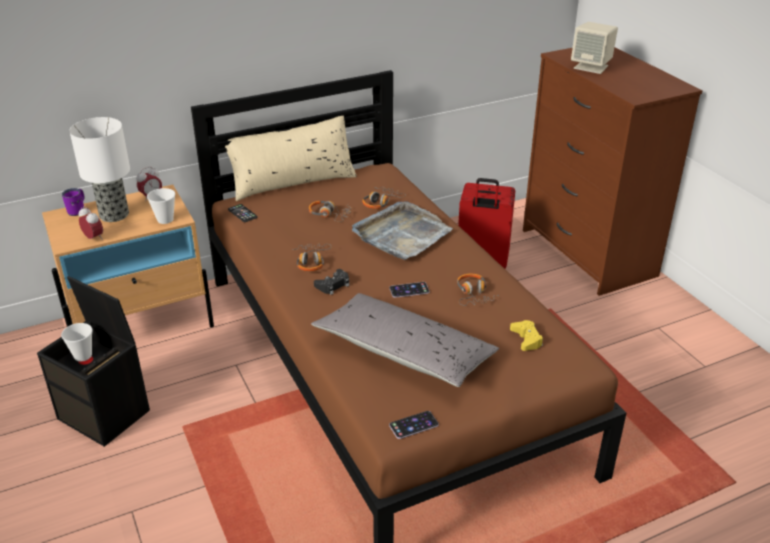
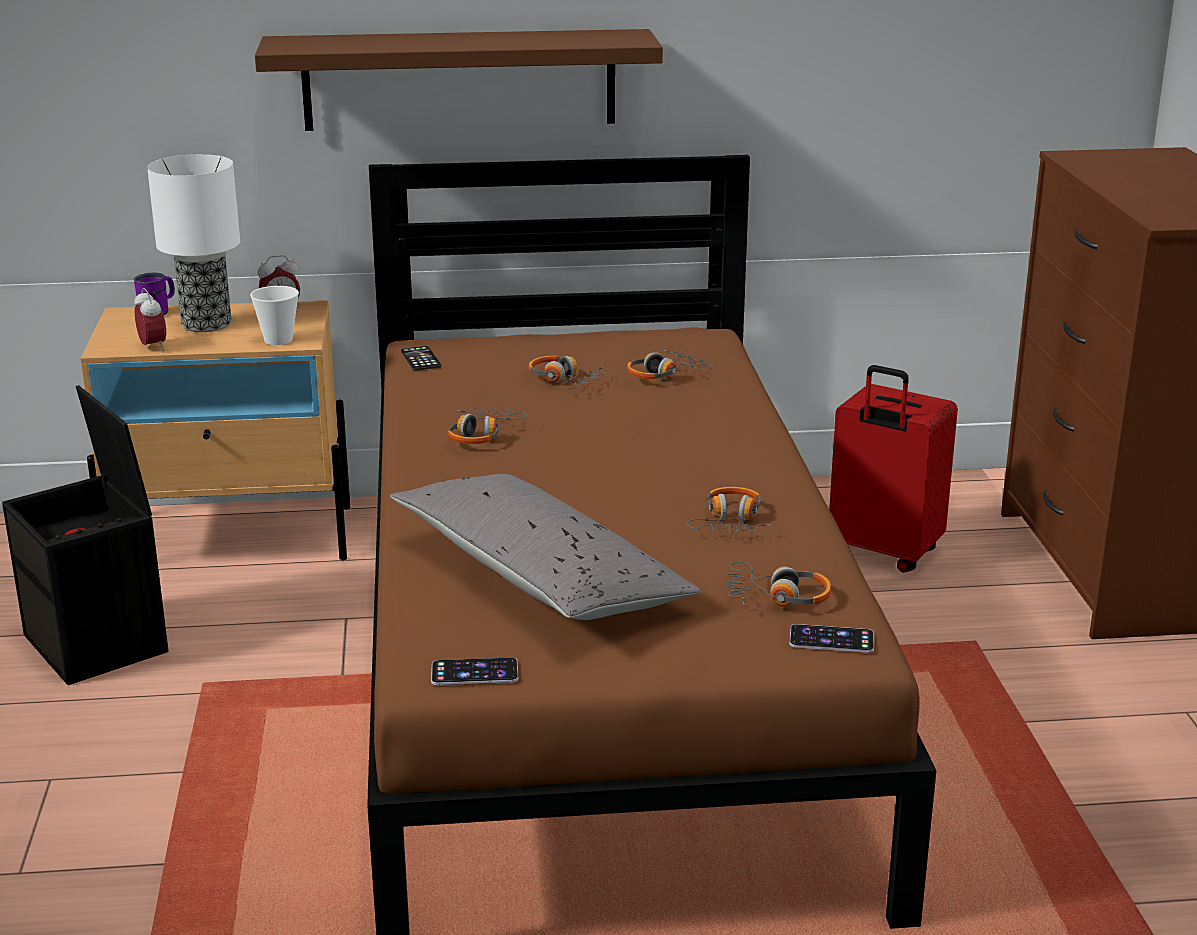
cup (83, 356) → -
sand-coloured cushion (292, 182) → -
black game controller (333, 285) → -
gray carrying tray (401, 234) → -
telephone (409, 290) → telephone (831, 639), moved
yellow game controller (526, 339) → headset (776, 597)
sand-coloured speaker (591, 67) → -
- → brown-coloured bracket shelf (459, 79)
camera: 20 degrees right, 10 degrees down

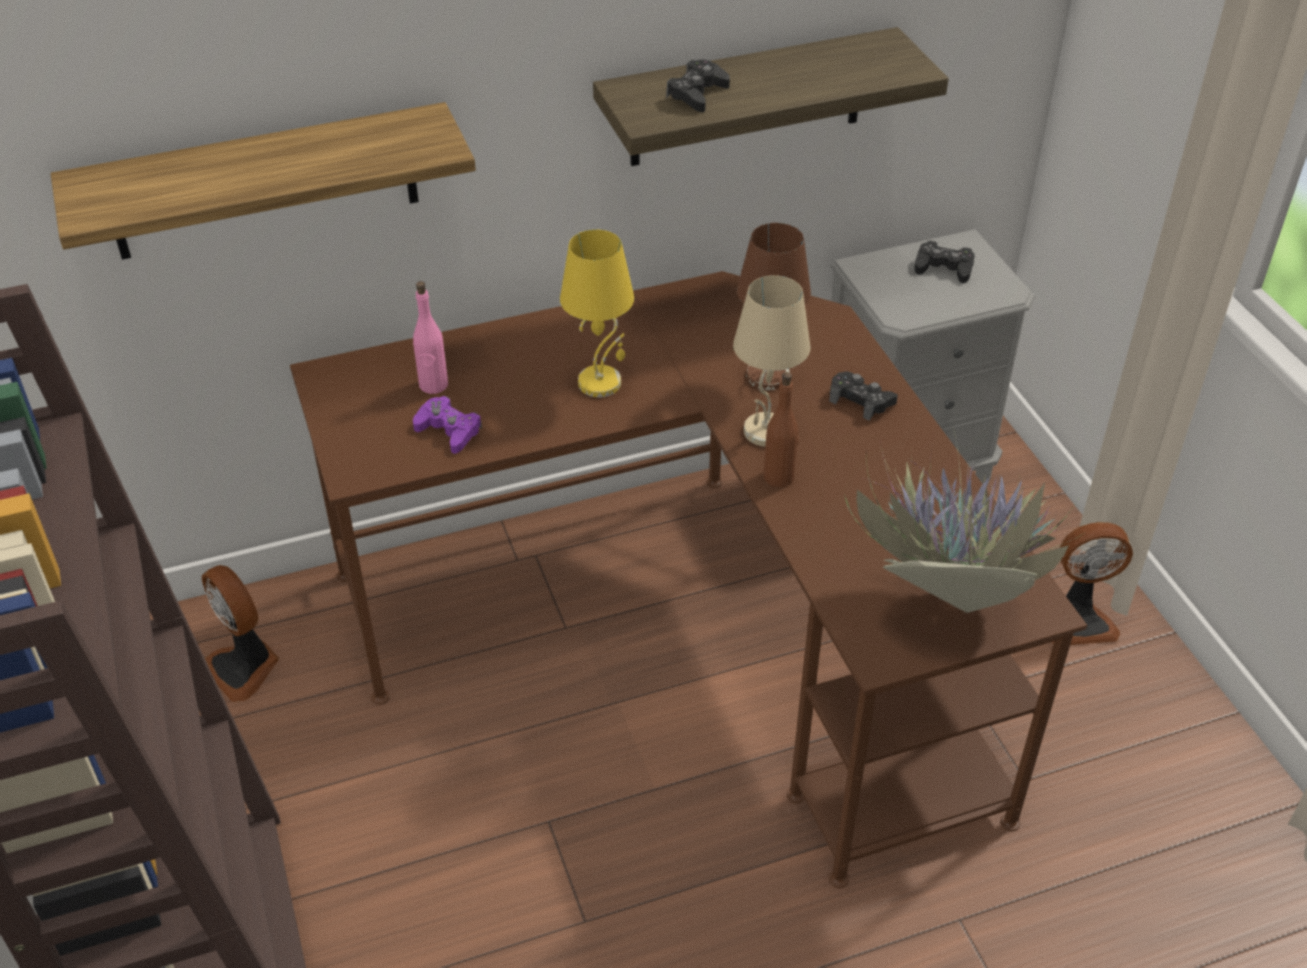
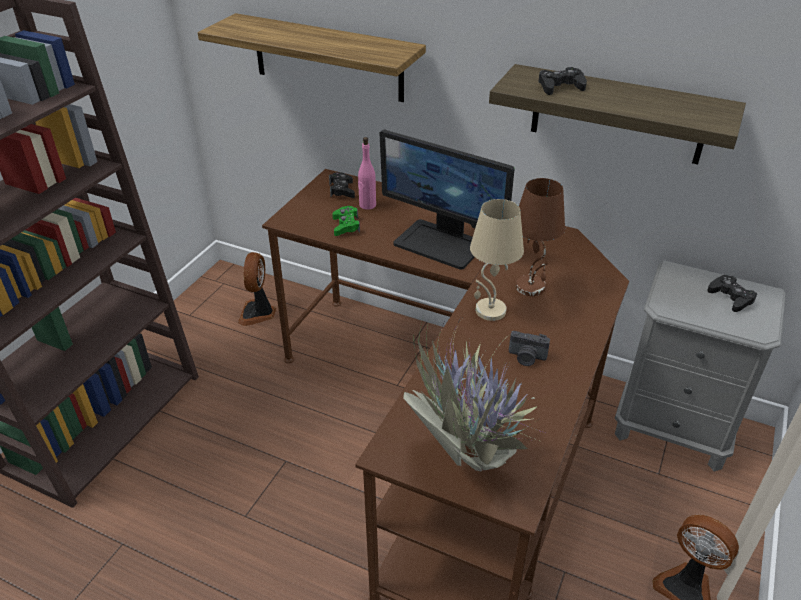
purple game controller (449, 430) → green-coloured game controller (346, 226)
yellow tabletop lamp (600, 382) → computer screen (441, 243)
brown-coloured beverage bottle (779, 477) → -
black game controller (861, 401) → black game controller (341, 190), moved
- → still camera (526, 358)
camera: 45 degrees right, 5 degrees down

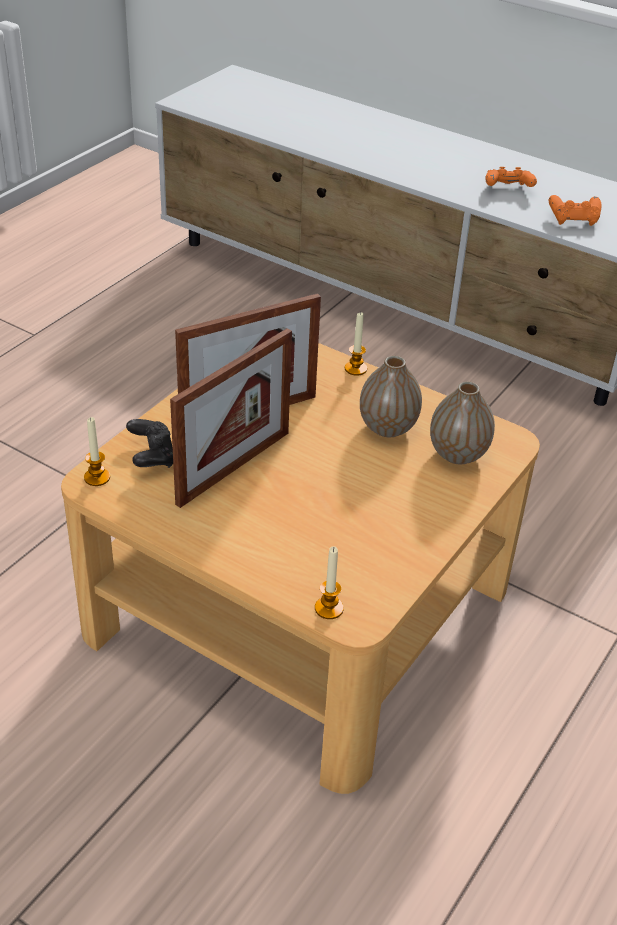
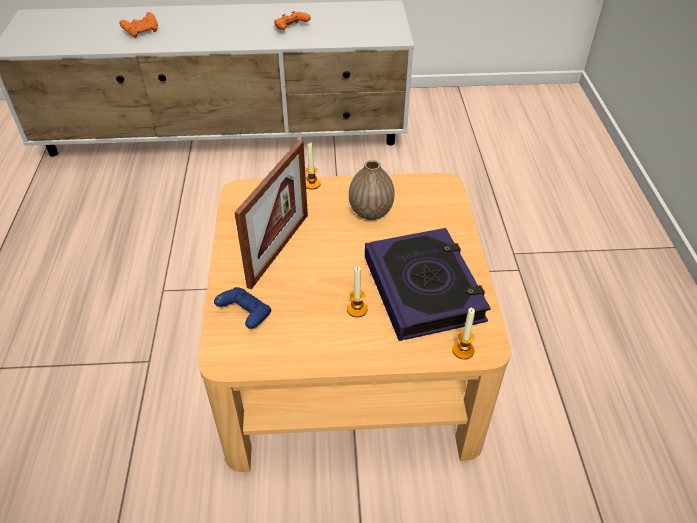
candle (97, 477) → candle (357, 309), moved
black game controller (152, 456) → blue game controller (245, 315)
photo frame (234, 467) → -
vase (458, 454) → -
orange-coloured game controller (573, 220) → orange-coloured game controller (142, 32), moved
- → volume (423, 288)
camera: 35 degrees left, 5 degrees up

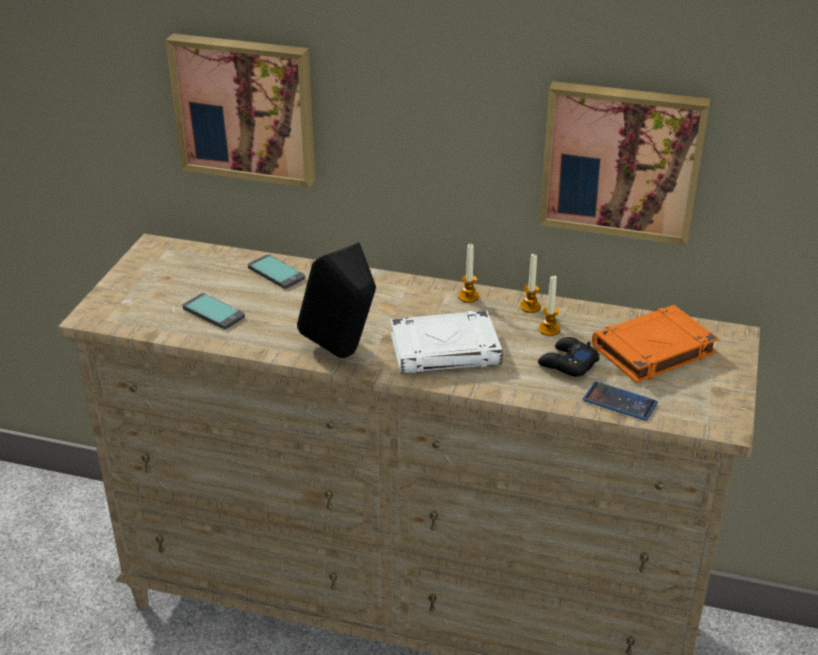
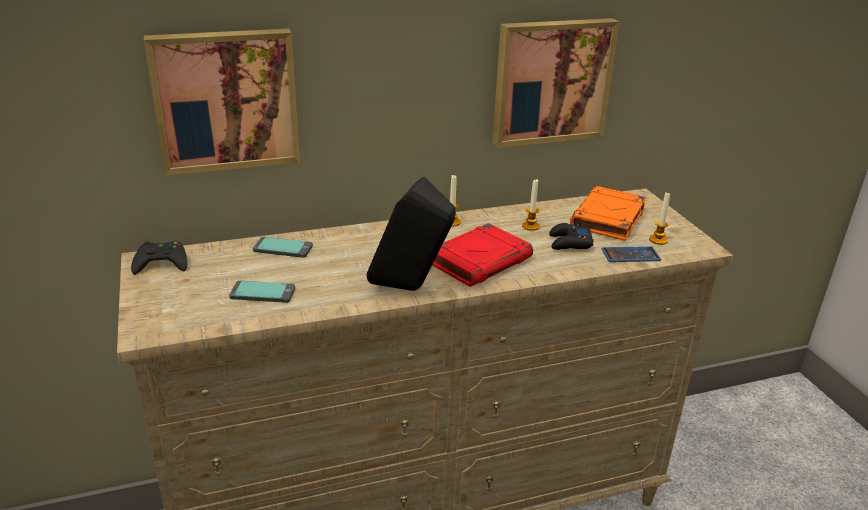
white volume (446, 349) → reddish volume (480, 260)
candle (530, 307) → candle (658, 240), moved
- → black game controller (161, 263)
camera: 35 degrees left, 5 degrees down

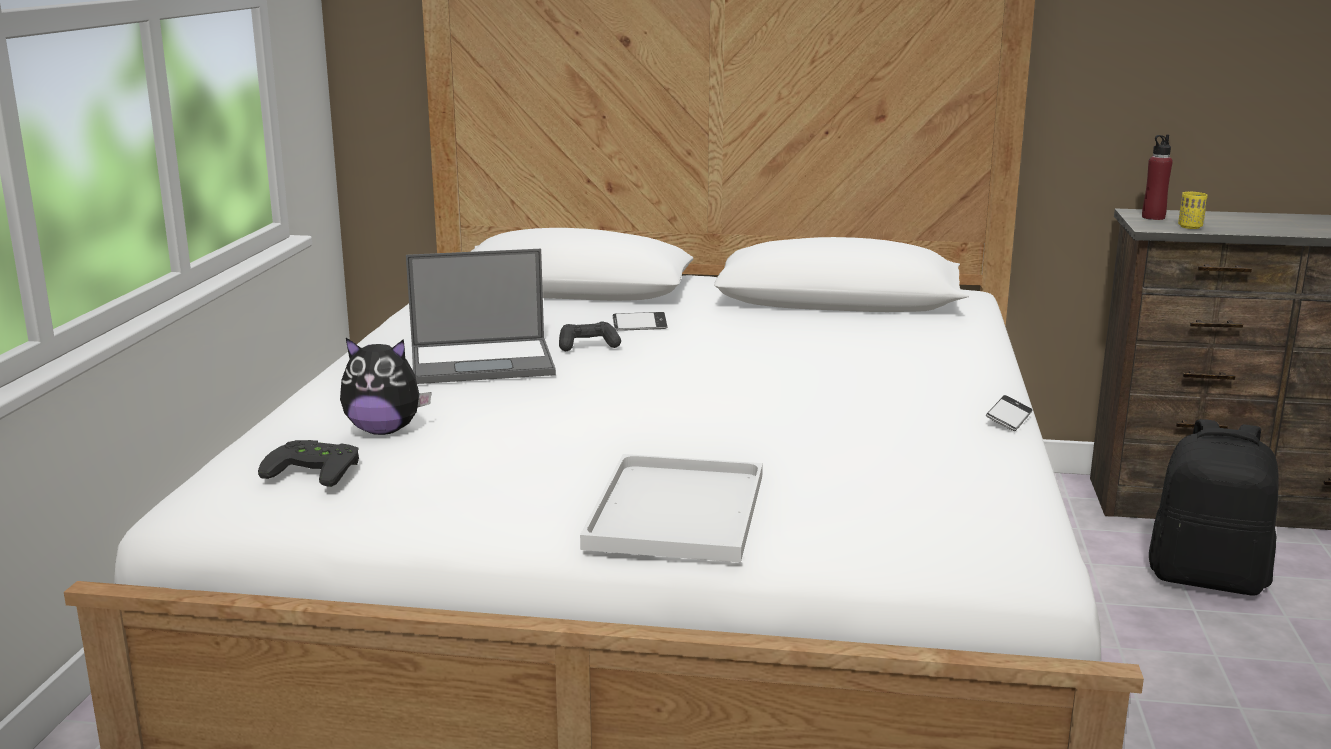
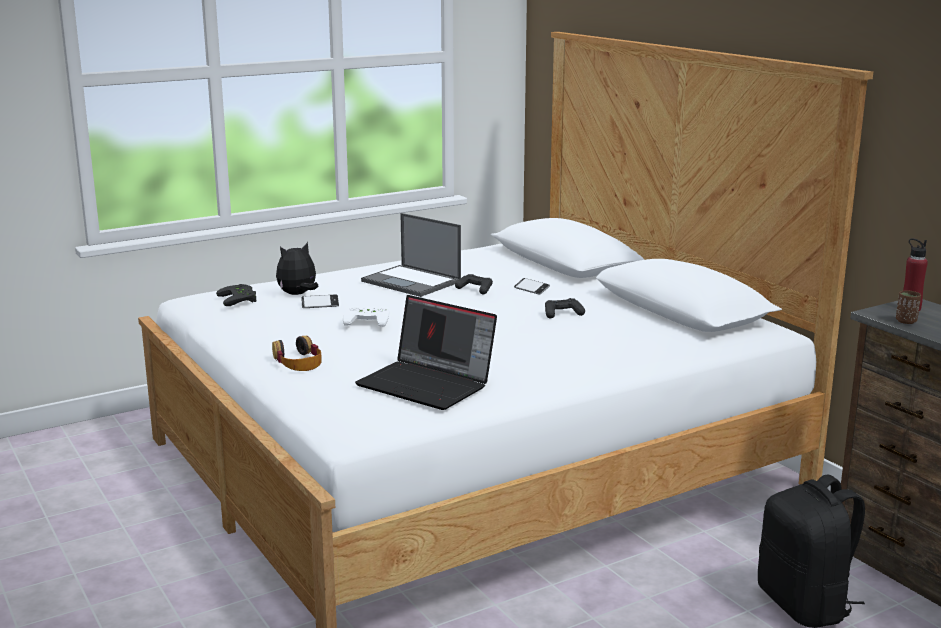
cuddly toy (384, 430) → cuddly toy (298, 294), 90 degrees clockwise
white carrying tray (678, 513) → headset (298, 362)
telephone (1008, 419) → telephone (320, 304), moved
yellow cup (1190, 227) → brown-coloured cup (906, 321)
- → white game controller (368, 320)
- → portable computer (428, 384)
- → black game controller (562, 314)
camera: 50 degrees right, 0 degrees up

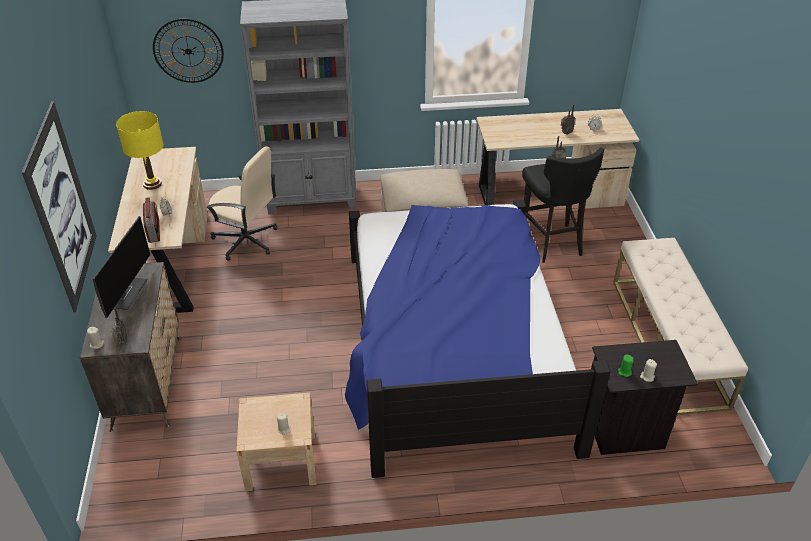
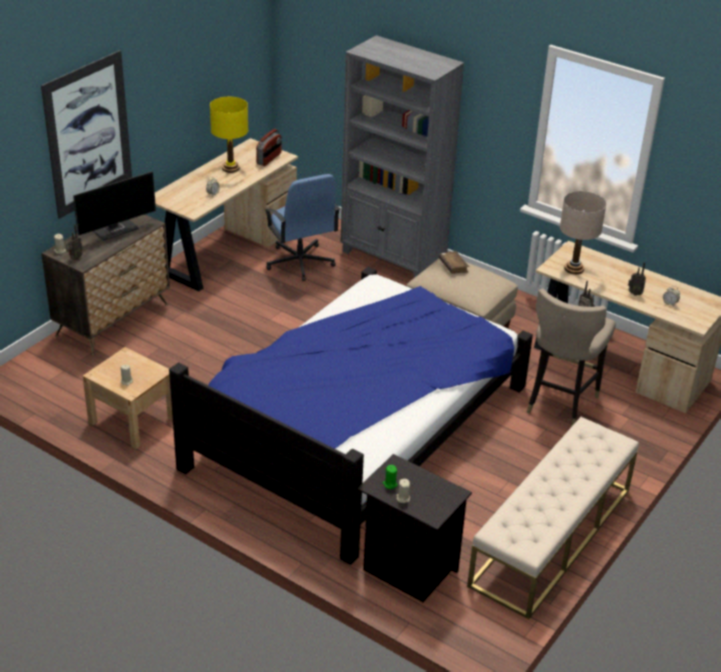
radio receiver (154, 231) → radio receiver (269, 159), moved
hanging clock (188, 51) → -
sand-coloured computer chair (246, 241) → blue computer chair (300, 263)
black stool (551, 242) → sand-coloured stool (560, 402)
- → brown-coloured volume (453, 266)
- → sand-coloured tabletop lamp (574, 269)
camera: 40 degrees right, 5 degrees down

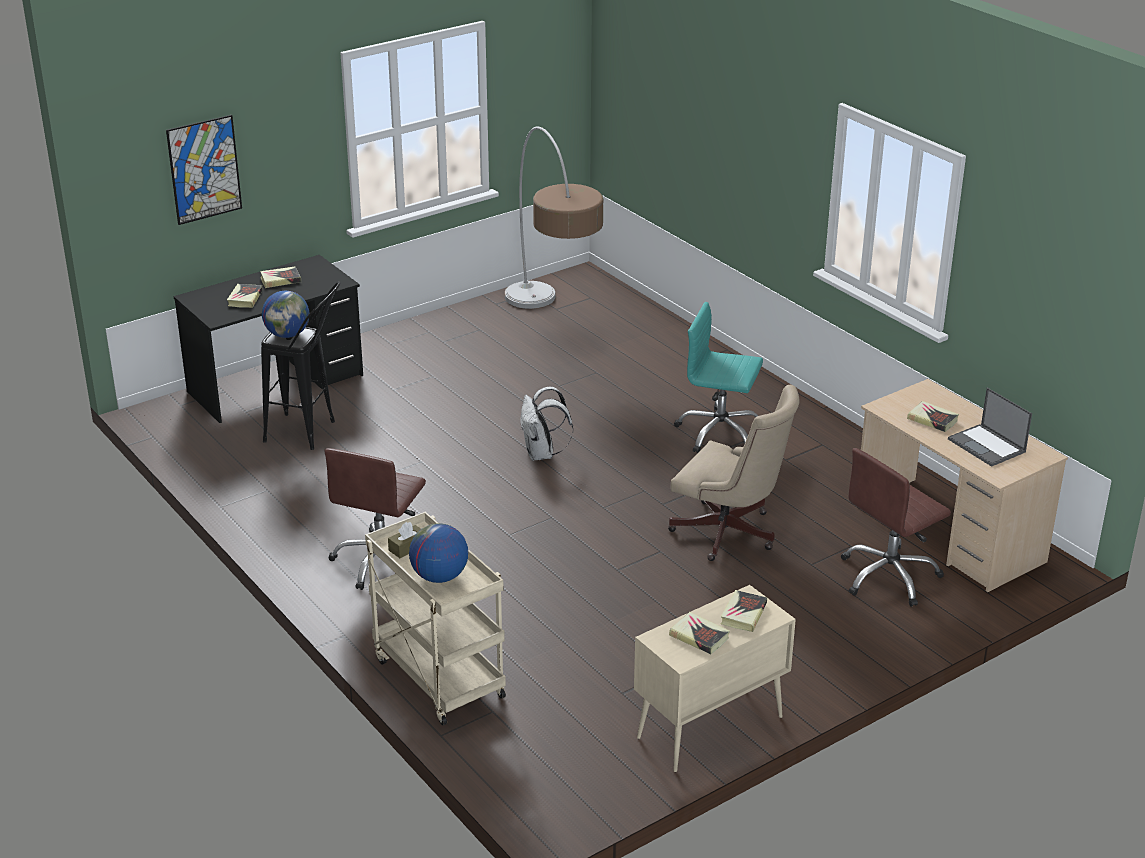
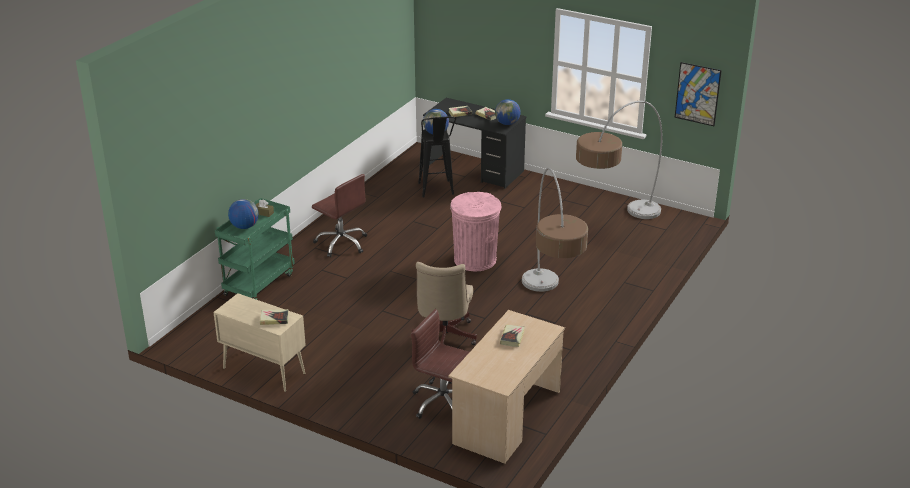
wall art (204, 169) → wall art (697, 94), moved
brown-coloured computer chair (382, 561) → brown-coloured computer chair (342, 243), 135 degrees counterclockwise
sand-coloured cart (436, 677) → green-coloured cart (259, 284)
white backpack (542, 454) → pink waste bin (475, 260)
volume (699, 636) → -
turquoise computer chair (719, 433) → standing lamp (549, 310)
portable computer (987, 446) → -
- → globe (507, 123)
camera: 65 degrees right, 0 degrees up

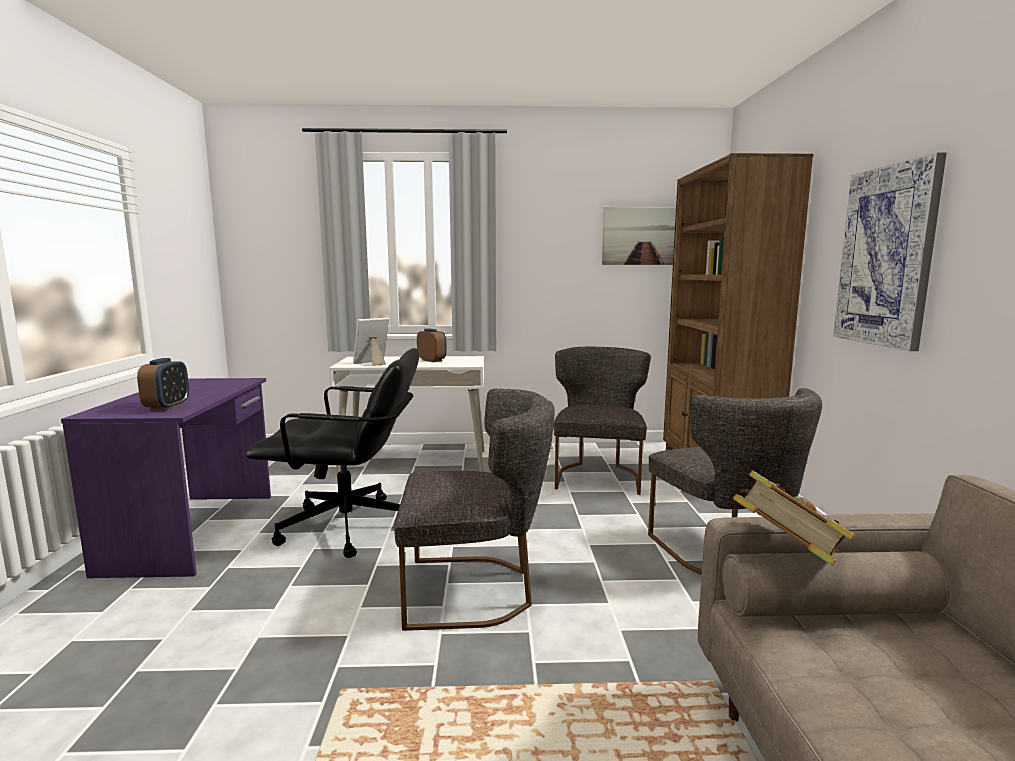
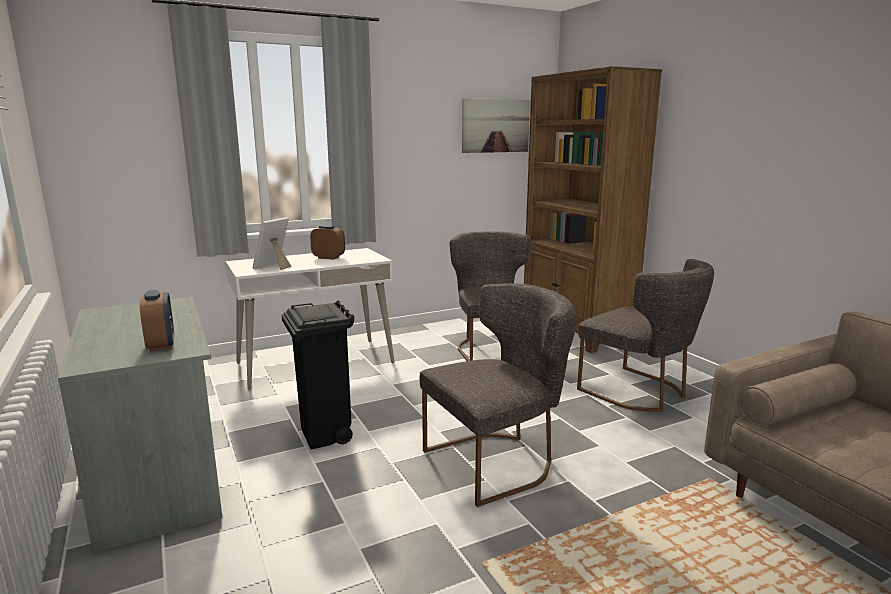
purple desk (195, 531) → gray desk (160, 476)
black computer chair (349, 527) → black waste bin (325, 436)
volume (787, 556) → -
wall art (886, 256) → -
camera: 25 degrees left, 5 degrees up

